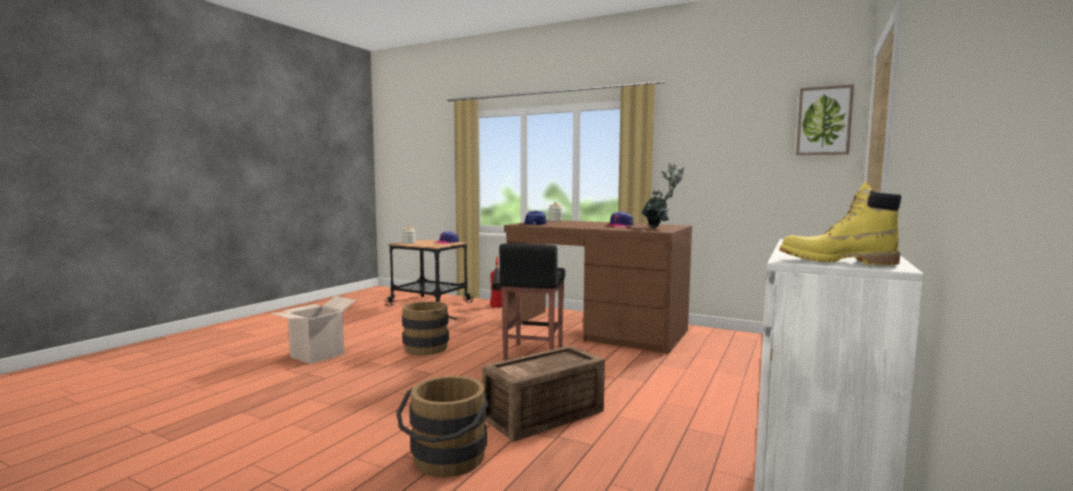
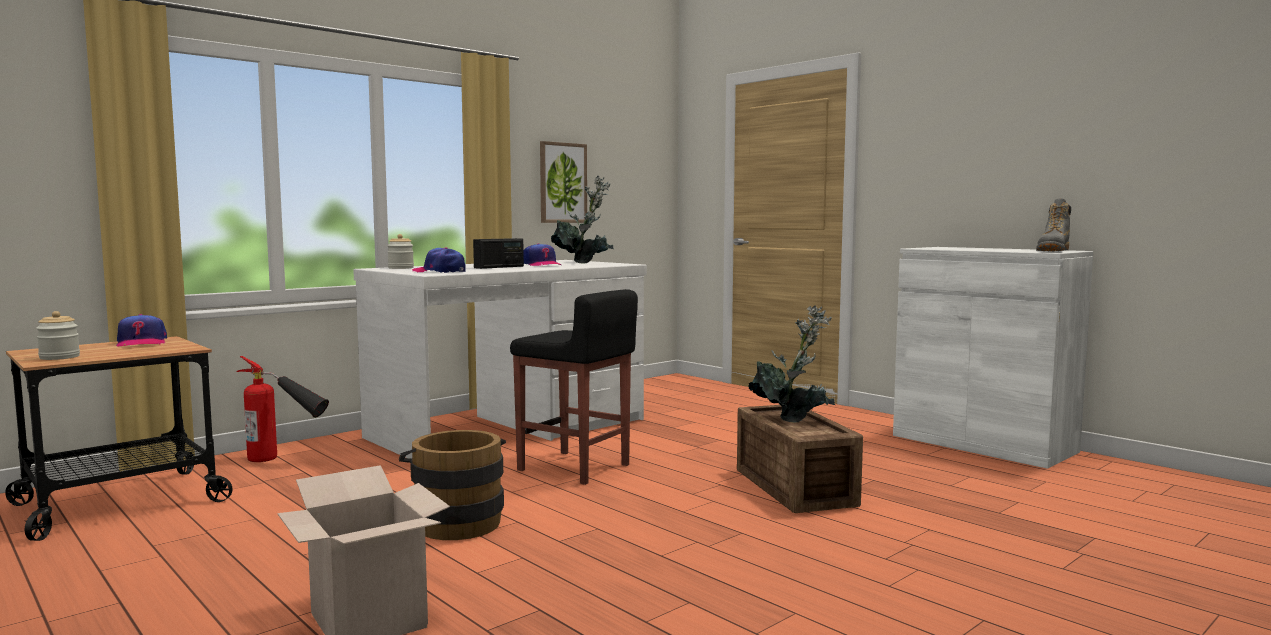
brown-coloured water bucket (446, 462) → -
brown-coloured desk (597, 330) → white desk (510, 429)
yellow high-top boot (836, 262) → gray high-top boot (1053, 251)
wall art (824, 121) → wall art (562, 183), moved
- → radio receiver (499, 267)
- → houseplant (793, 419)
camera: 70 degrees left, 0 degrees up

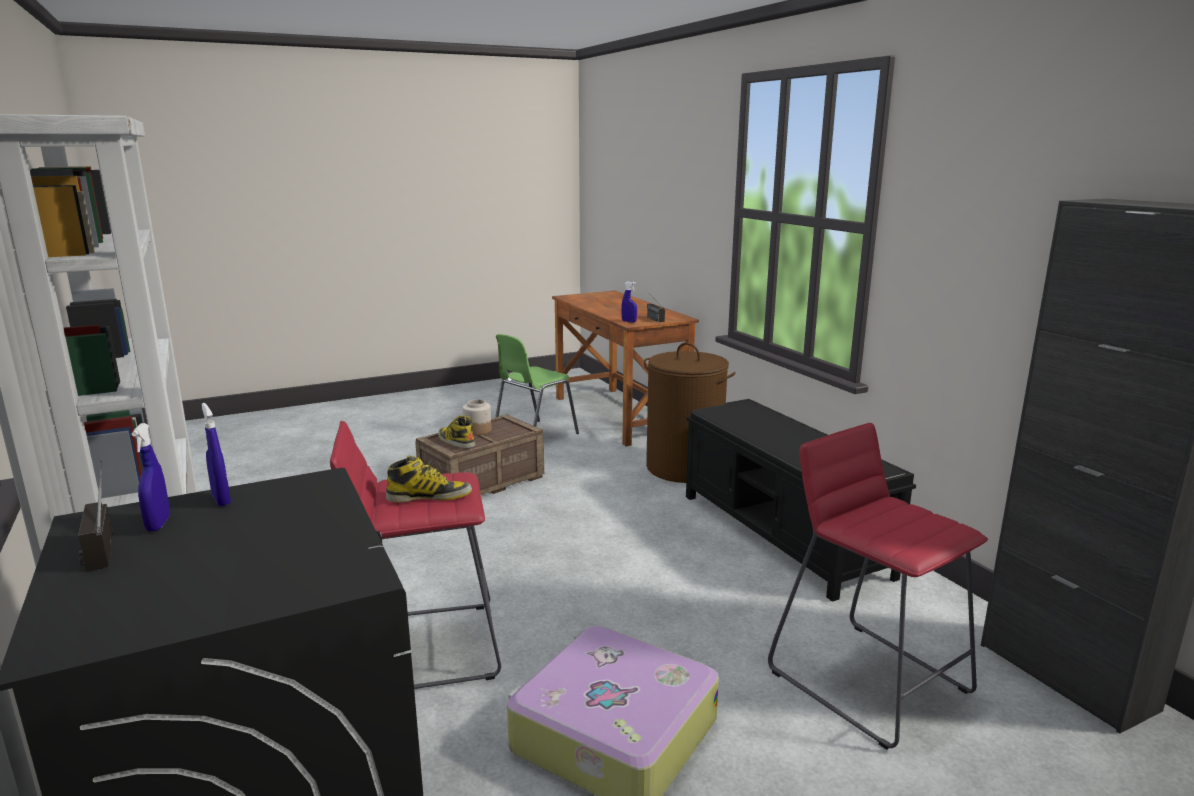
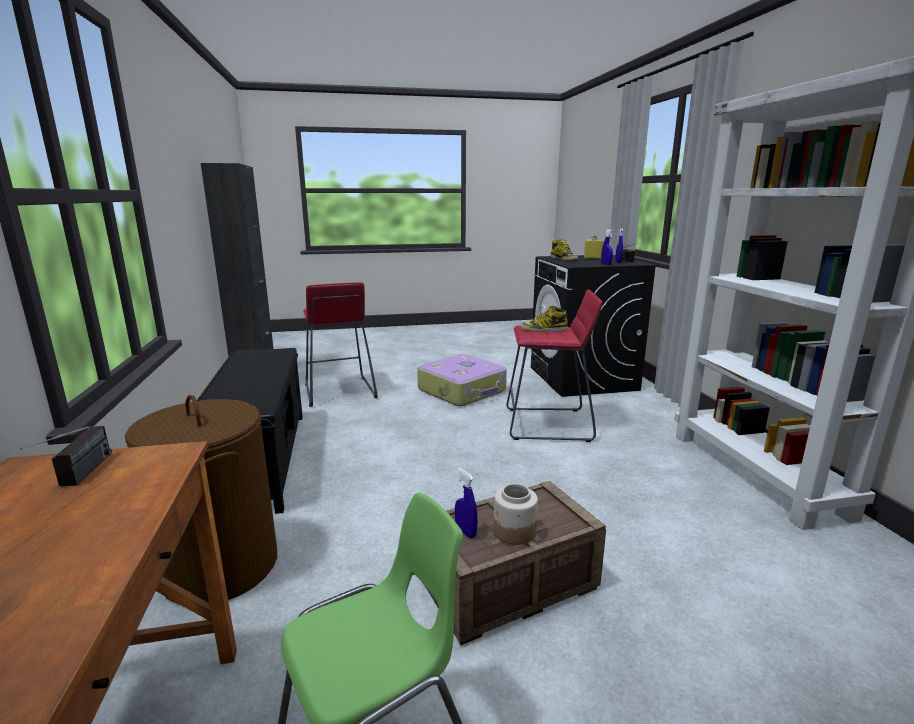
high-top boot (456, 441) → high-top boot (564, 259), moved
blue sprayer (629, 321) → blue sprayer (465, 532), moved
- → yellow beverage bottle (592, 258)
camera: 165 degrees left, 0 degrees up

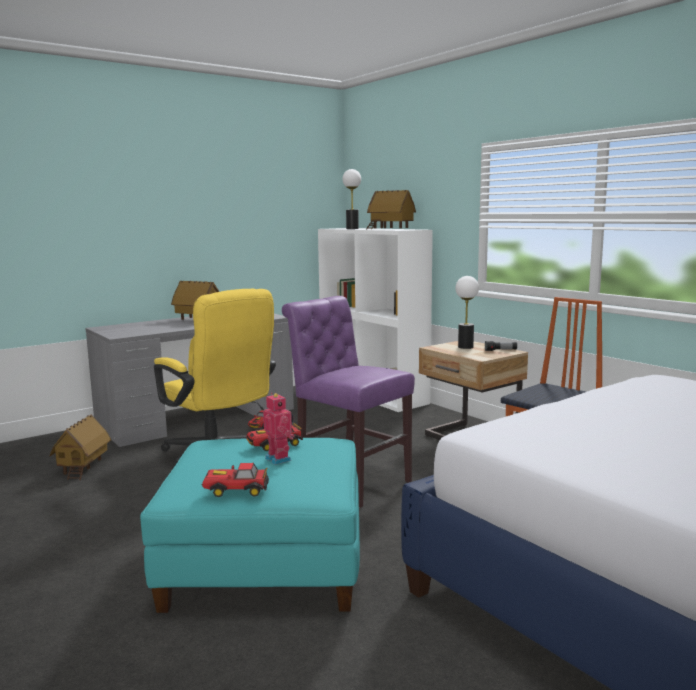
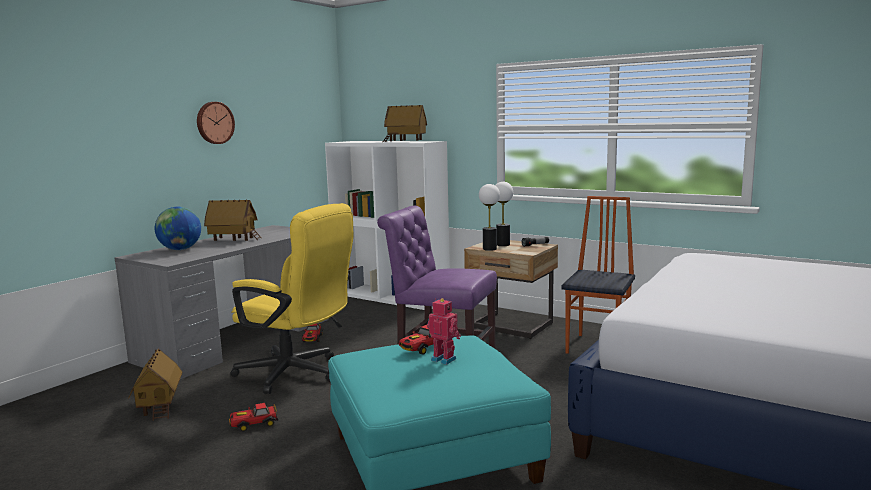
miniature car (236, 490) → miniature car (254, 424), moved
tabletop lamp (352, 229) → tabletop lamp (489, 249), moved
- → globe (180, 249)
- → hanging clock (214, 123)
camera: 20 degrees left, 0 degrees up

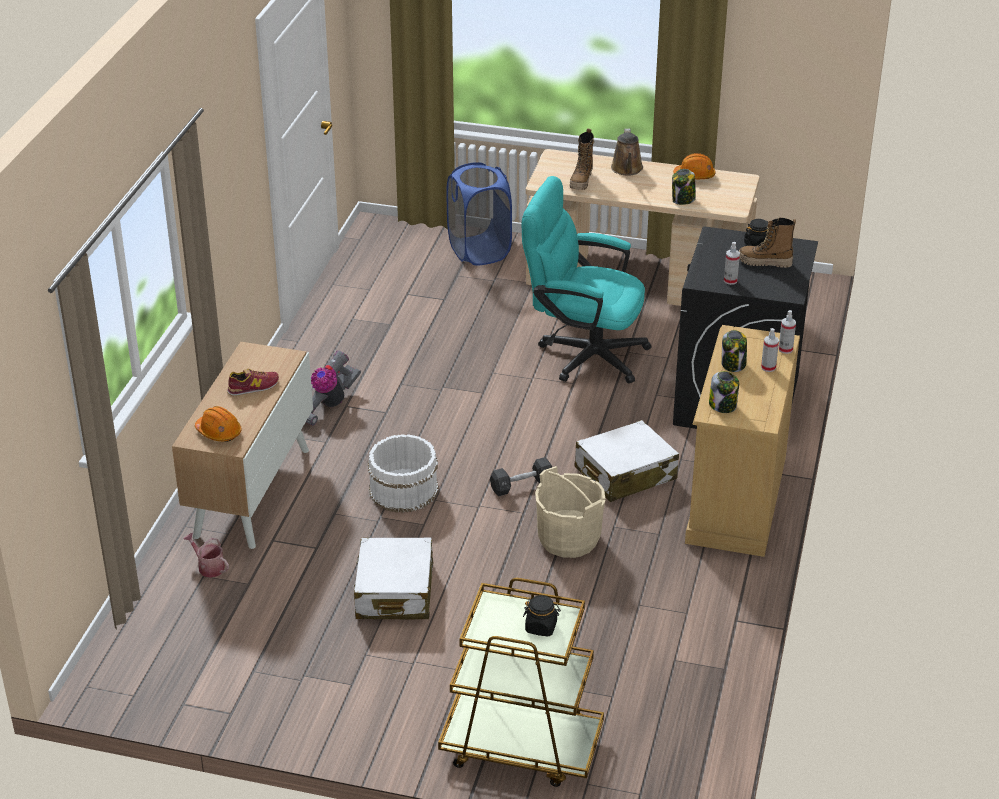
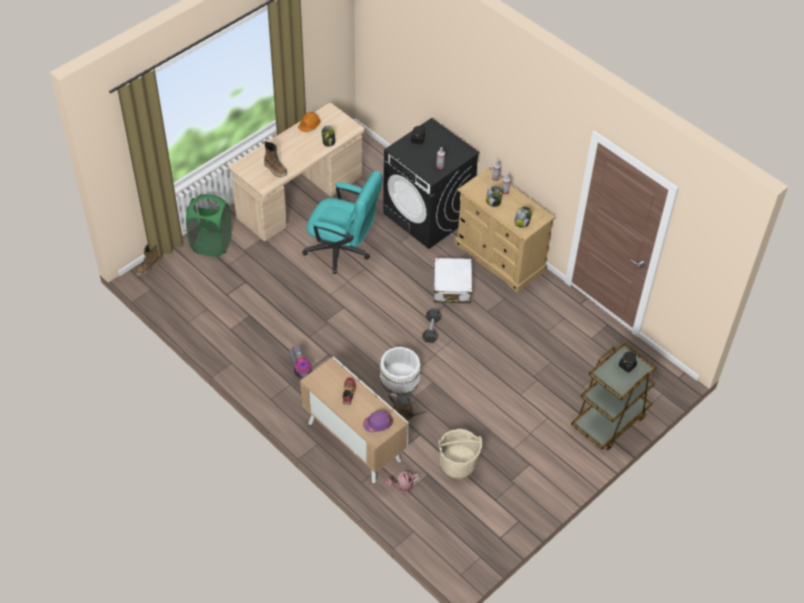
orange-coloured work helmet (219, 432) → purple work helmet (378, 424)
white suitcase (394, 592) → -
blue washing basket (479, 251) → green-coloured washing basket (211, 244)
turquoise computer chair (583, 353) → turquoise computer chair (343, 251), 120 degrees counterclockwise
sand-coloured water bucket (568, 539) → sand-coloured water bucket (458, 464), moved
brown-coloured sprinkling can (627, 169) → brown-coloured sprinkling can (405, 414), moved
high-top boot (764, 262) → high-top boot (148, 268), moved
camera: 60 degrees left, 15 degrees up

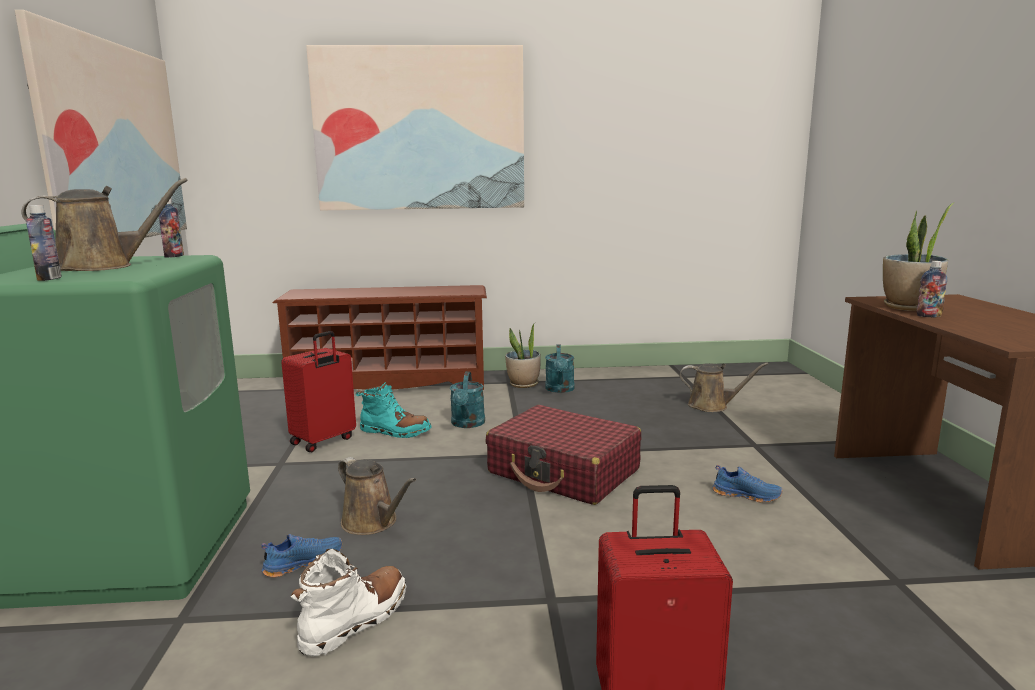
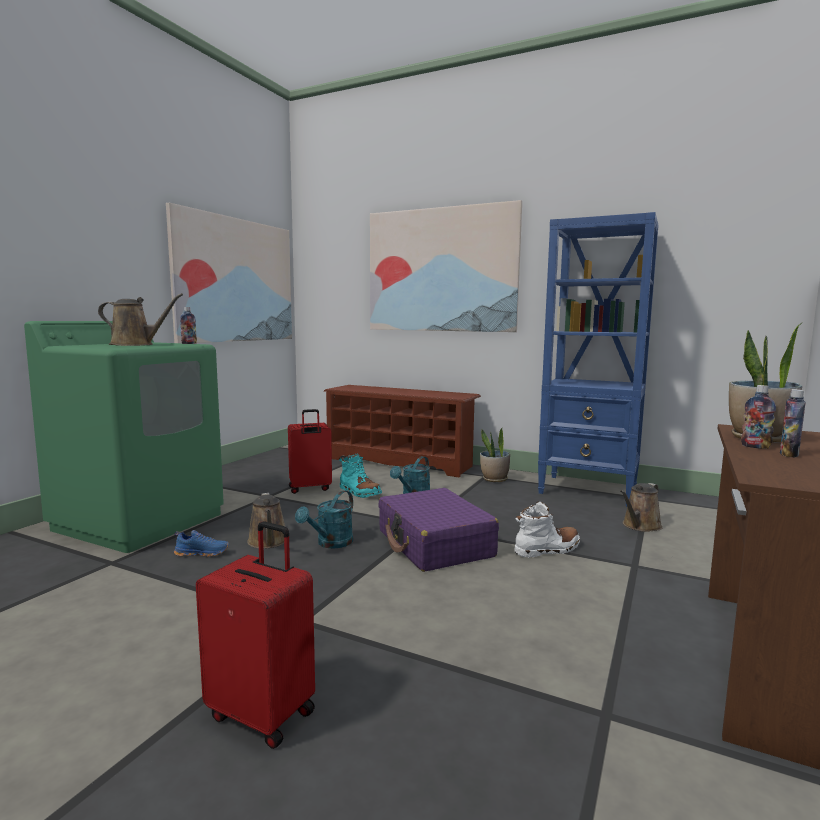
beverage bottle (49, 278) → beverage bottle (789, 454), moved
white high-top boot (356, 620) → white high-top boot (547, 549), moved
reddish suitcase (564, 472) → purple suitcase (435, 544)
turquoise sprinkling can (560, 390) → turquoise sprinkling can (330, 544), moved
brown-coloured sprinkling can (712, 406) → brown-coloured sprinkling can (640, 526), 90 degrees clockwise
blue item of footwear (746, 495) → -
- → blue shelving unit (589, 490)
camera: 30 degrees right, 5 degrees down

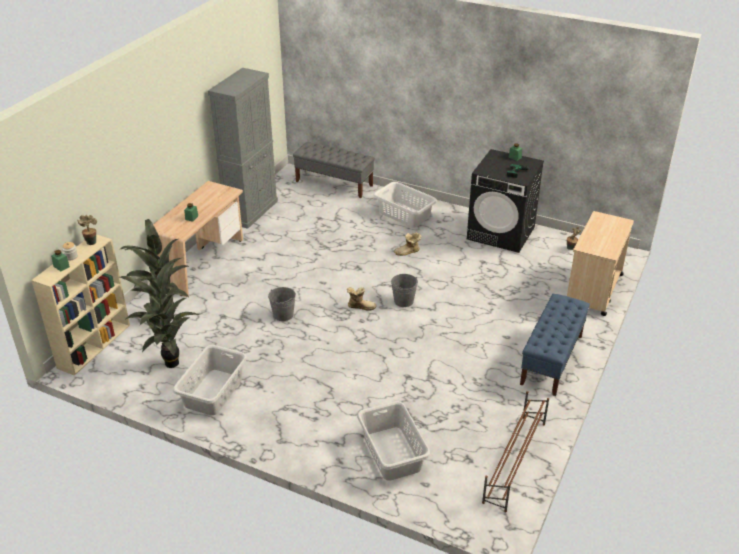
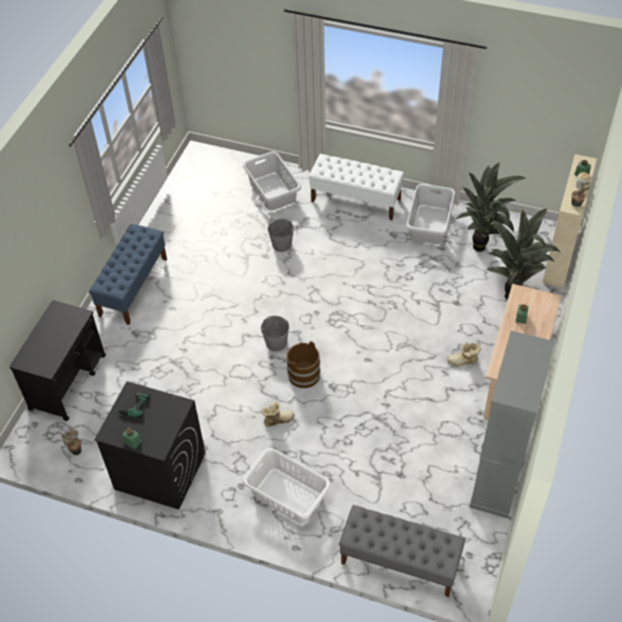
gray water bucket (283, 315) → gray water bucket (282, 245), moved
high-top boot (361, 306) → high-top boot (463, 361), moved
brown-coloured shoe stand (514, 462) → -
sand-coloured cart (594, 290) → black cart (68, 381)
- → brown-coloured water bucket (304, 375)
- → white indoor bench (356, 200)
camera: 175 degrees right, 15 degrees up

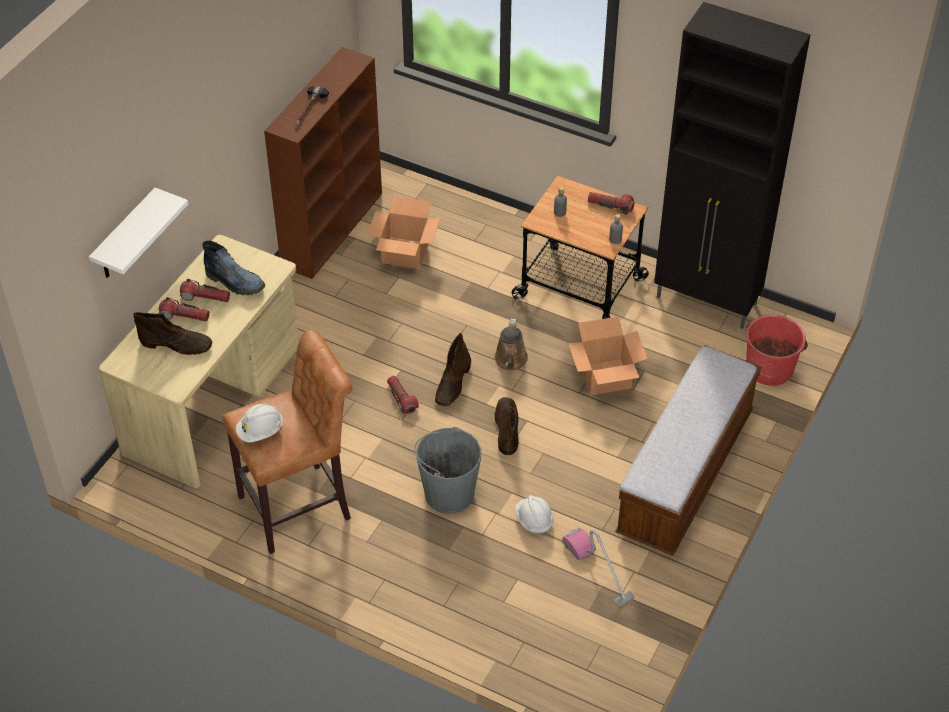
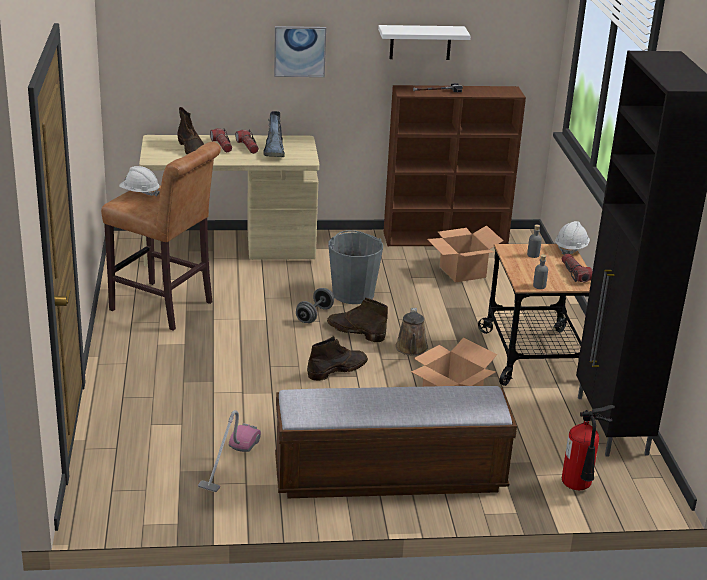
white bracket shelf (125, 237) → white bracket shelf (420, 42), moved
flashlight (401, 399) → gray free weight (314, 315)
gray water bucket (449, 493) → gray water bucket (353, 293), moved
brown-coloured high-top boot (453, 384) → brown-coloured high-top boot (355, 331), 45 degrees clockwise
brown-coloured sprinkling can (510, 360) → brown-coloured sprinkling can (411, 349), 60 degrees counterclockwise
white work helmet (534, 520) → white work helmet (571, 248), moved
reddish water bucket (769, 368) → fire extinguisher (579, 487)
- → wall art (299, 51)
camera: 55 degrees right, 20 degrees down

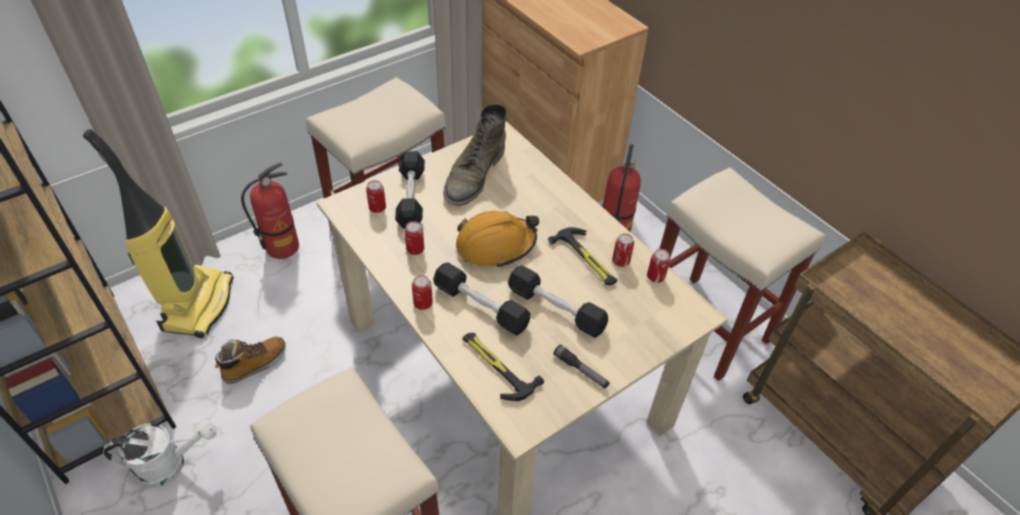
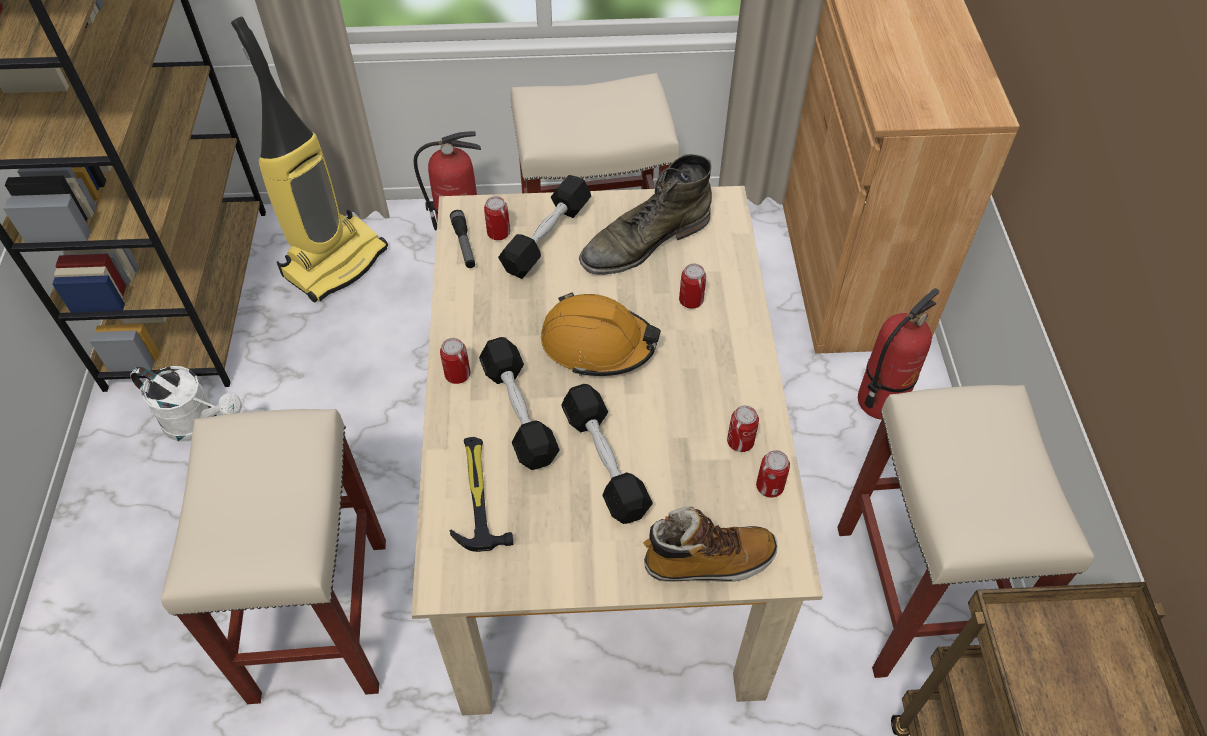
high-top boot (255, 364) → high-top boot (708, 561), moved
metal can (415, 249) → metal can (691, 301), moved
tool hammer (586, 259) → -
flashlight (581, 370) → flashlight (464, 244), moved
camera: 35 degrees right, 5 degrees up

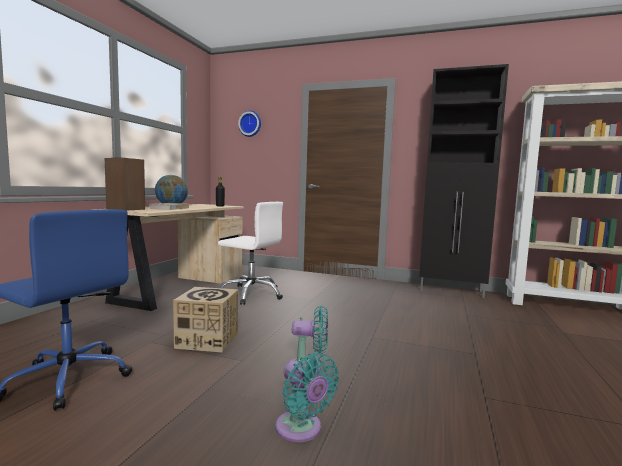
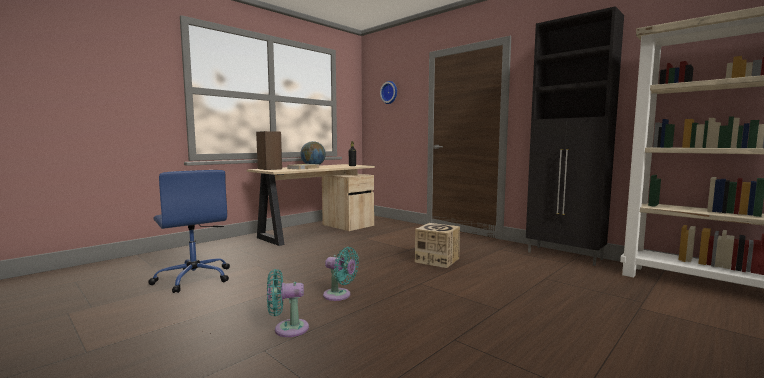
cardboard box (207, 340) → cardboard box (437, 260), moved
white computer chair (251, 294) → -
turquoise fan (301, 430) → turquoise fan (287, 329), 90 degrees clockwise
camera: 25 degrees right, 0 degrees up

